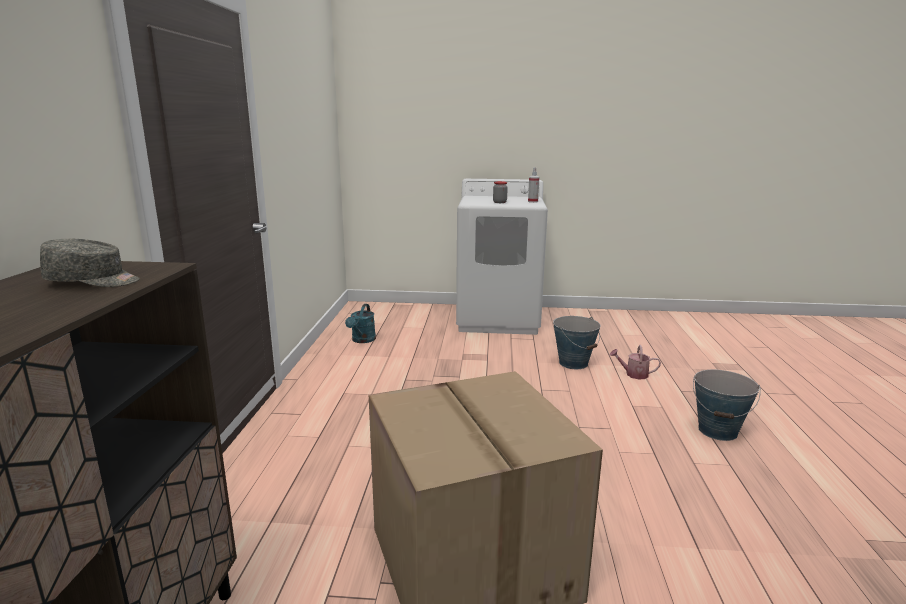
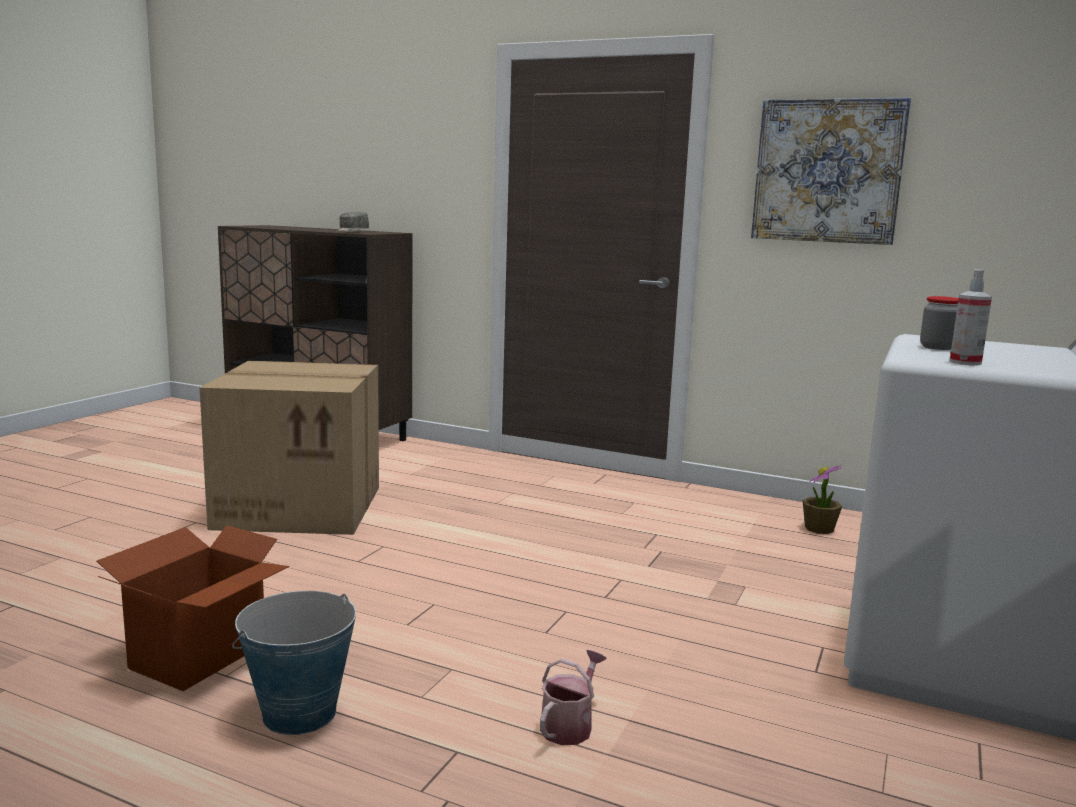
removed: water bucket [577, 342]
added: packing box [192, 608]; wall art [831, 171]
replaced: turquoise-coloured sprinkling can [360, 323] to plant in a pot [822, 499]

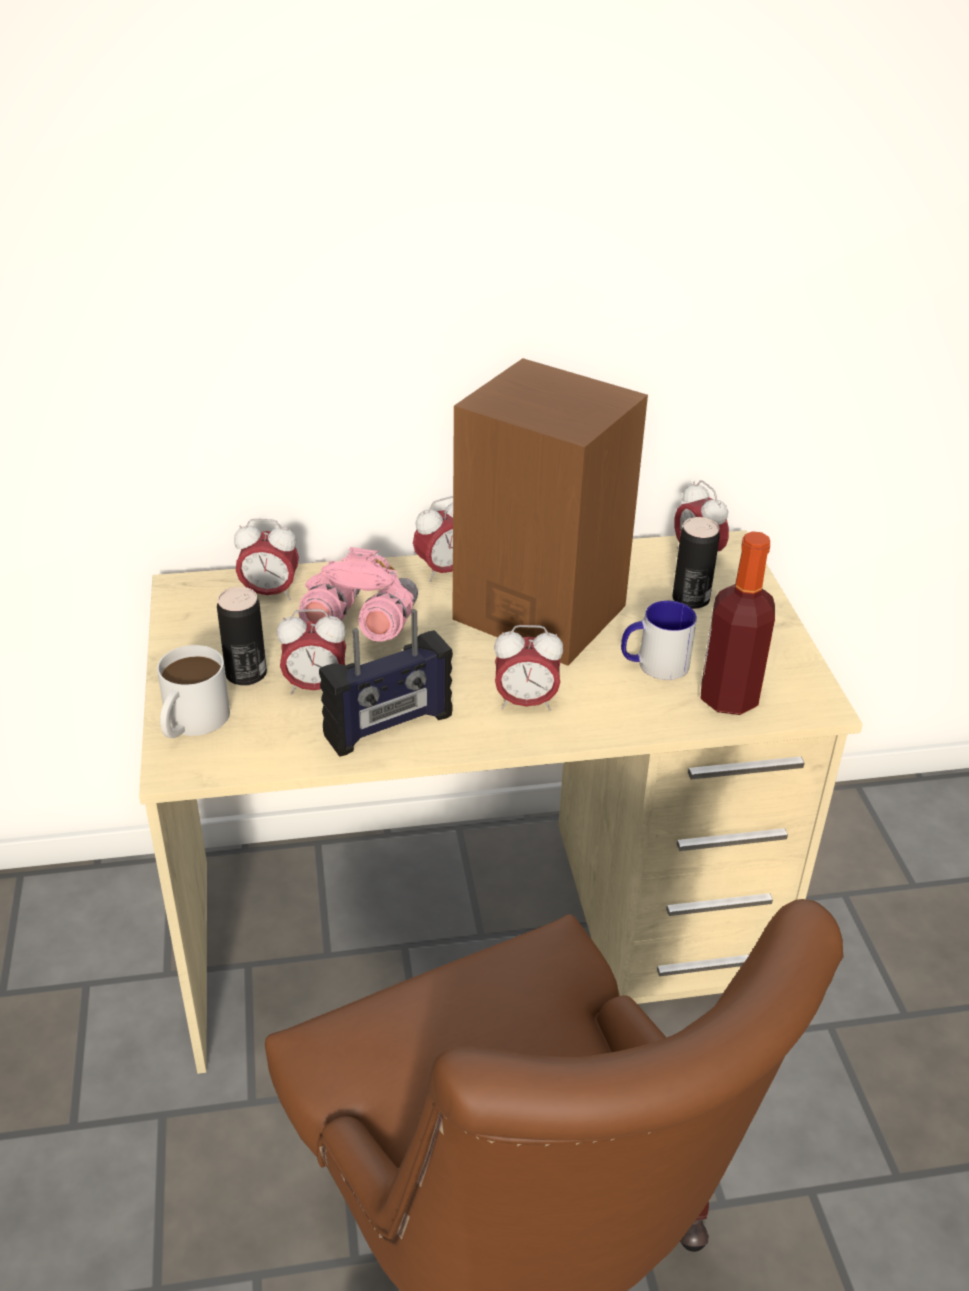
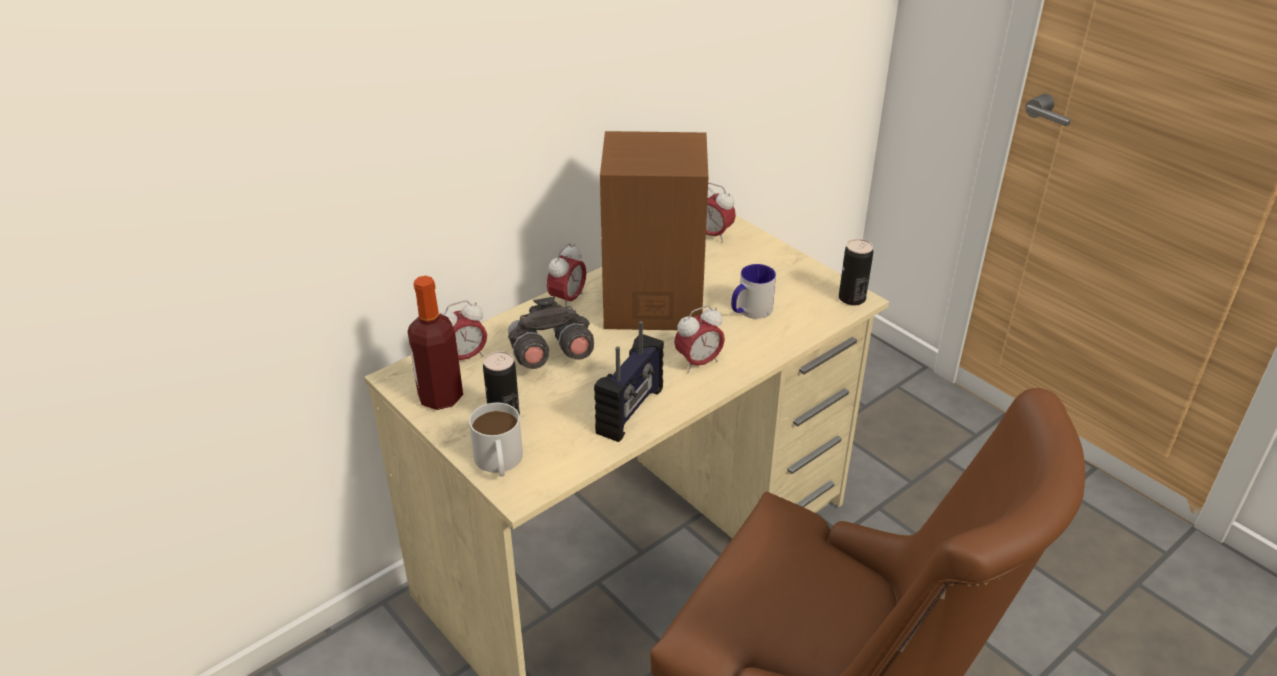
removed: table clock [311, 652]
moved: can [696, 563] to [856, 272]; beverage bottle [738, 623] to [435, 343]
recoloured: pink pair of binoculars [358, 594] to gray pair of binoculars [551, 332]

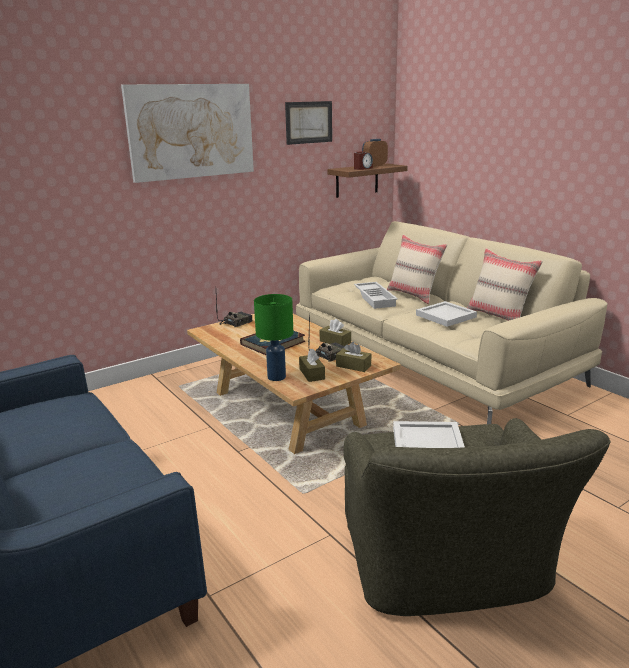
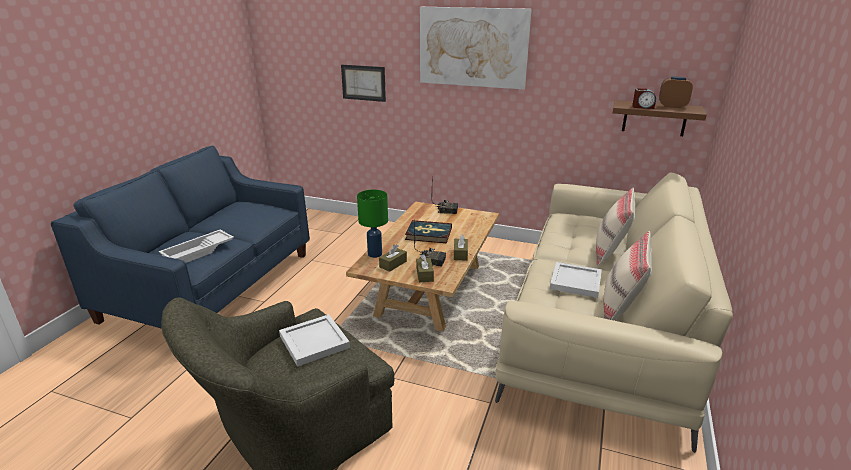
moved: wall art [308, 123] to [363, 83]; white tray [376, 295] to [196, 246]

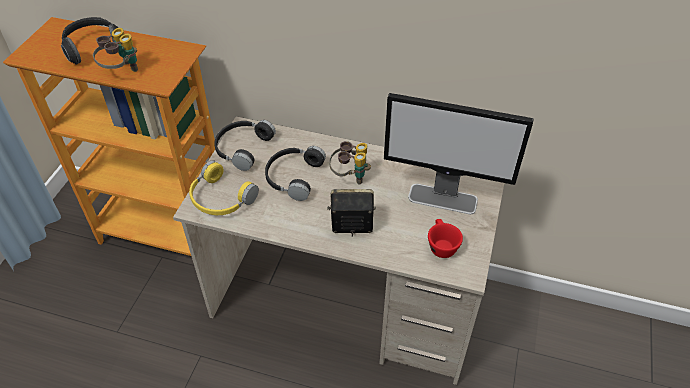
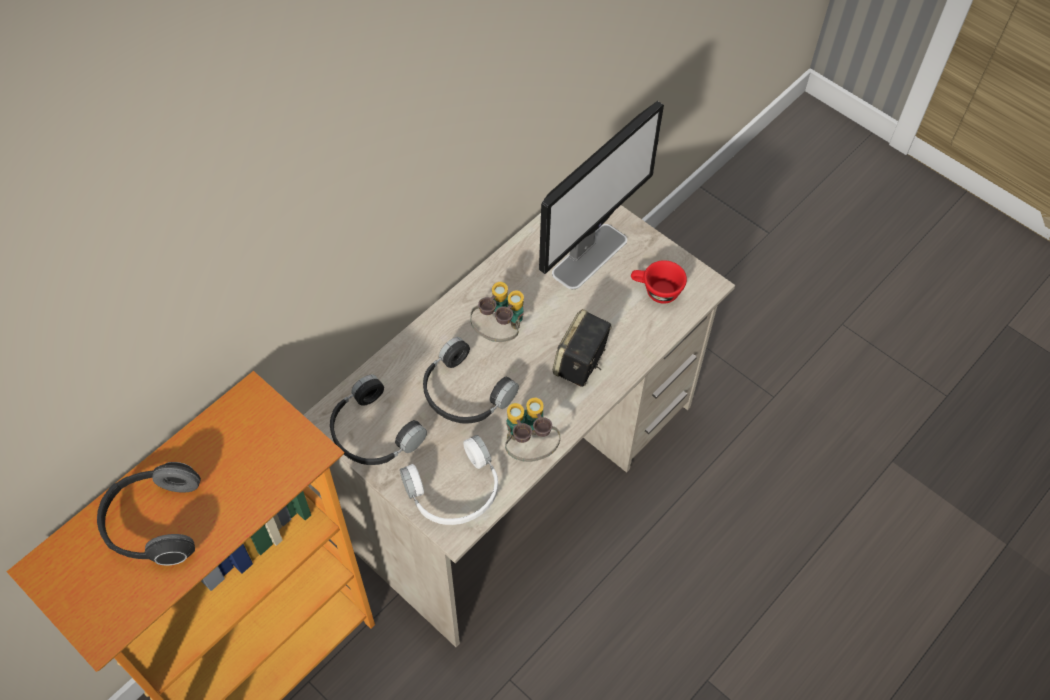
moved: pair of binoculars [115, 50] to [533, 429]
recoloured: yellowish headphones [224, 187] to white headphones [449, 480]

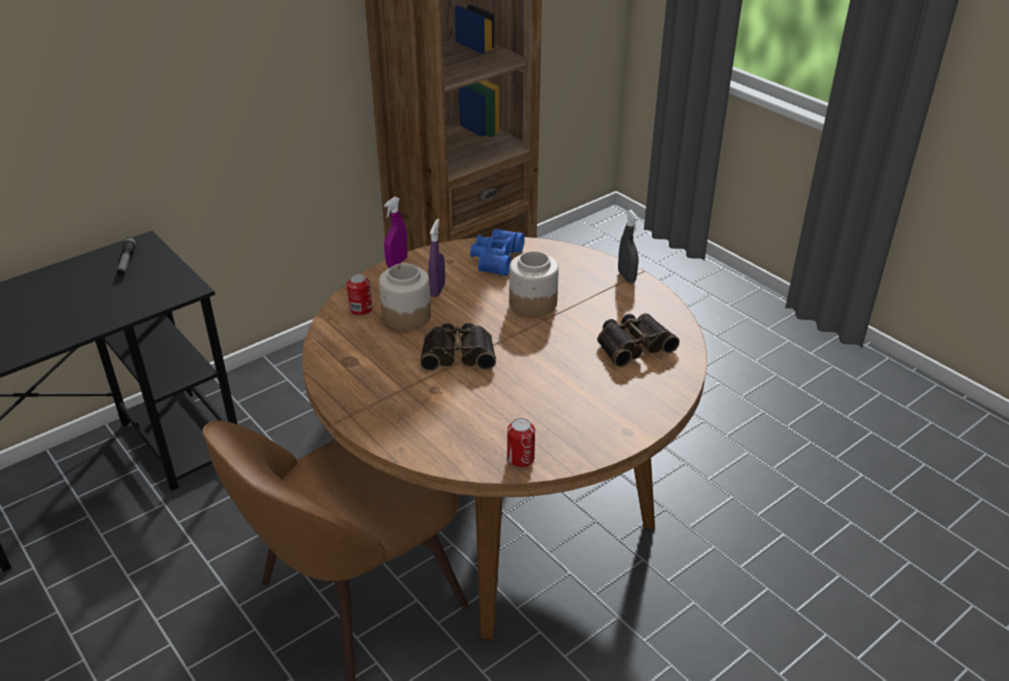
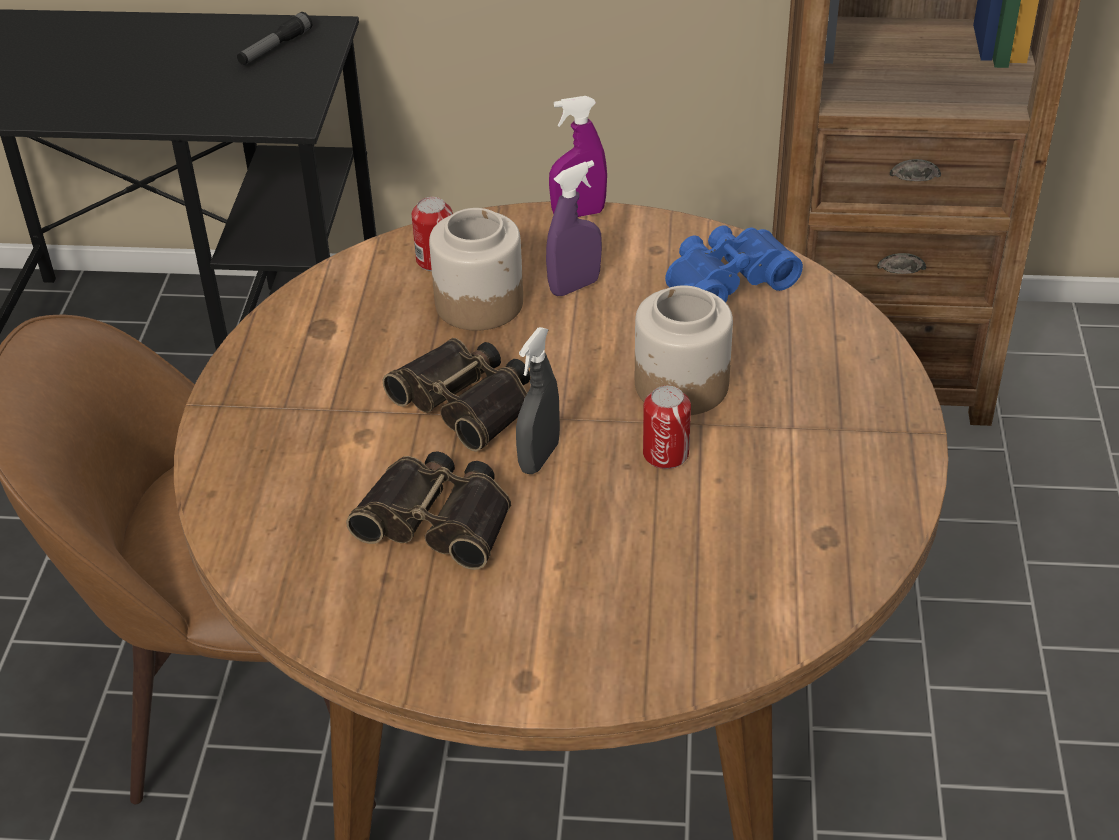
moved: can [521, 442] to [667, 427]; pair of binoculars [638, 340] to [428, 510]; gray spray bottle [628, 246] to [538, 400]

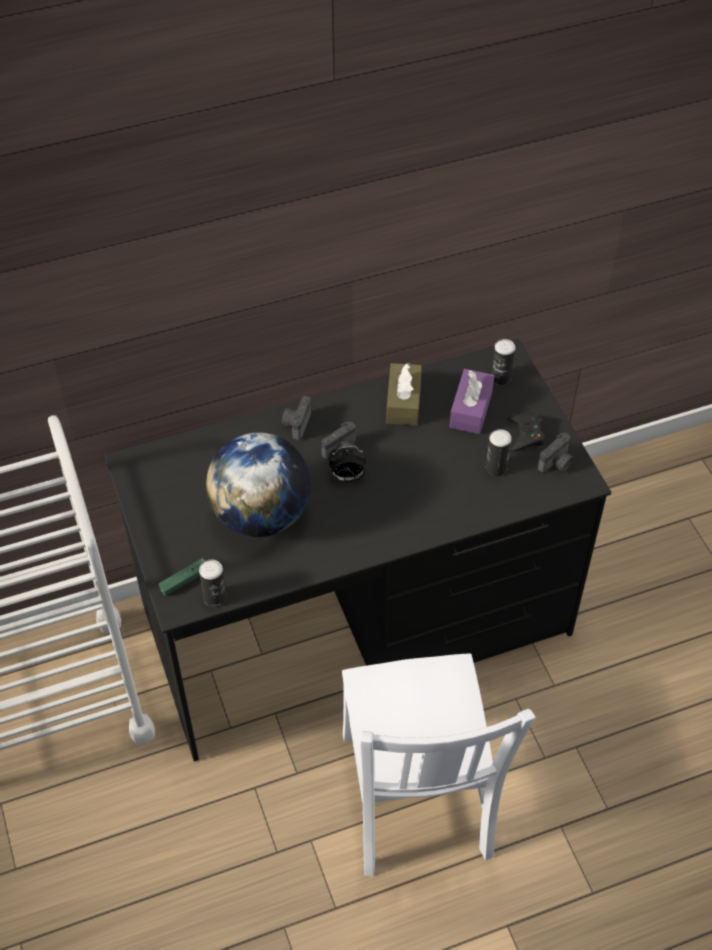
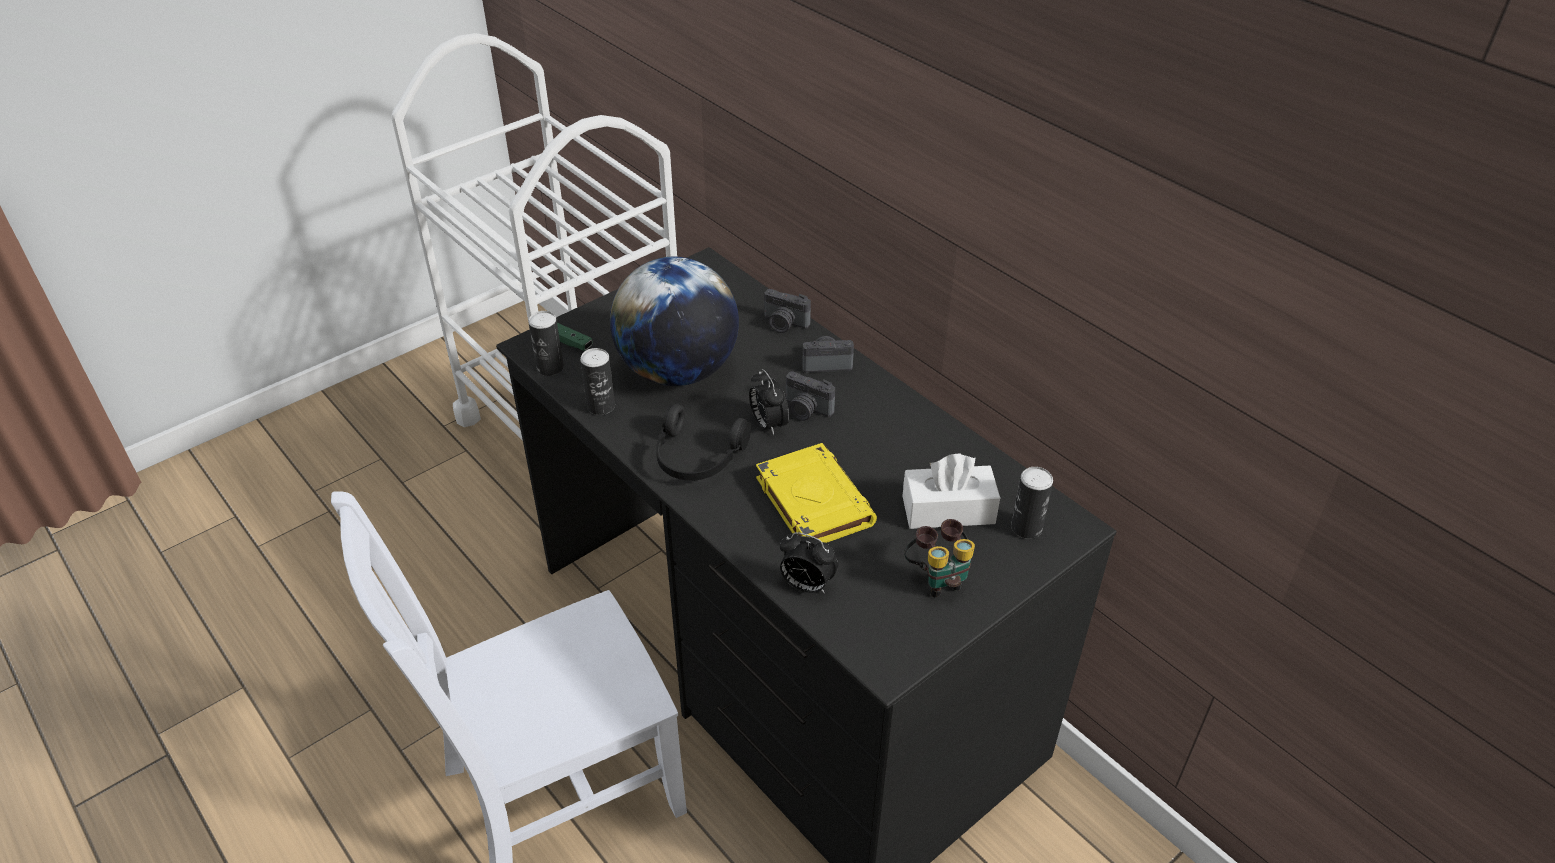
removed: brown tissue holder [404, 394]
added: black-coloured headphones [703, 442]; yellowish bound book [816, 493]; table clock [809, 563]
moved: can [499, 452] to [597, 381]; still camera [556, 453] to [787, 311]
replaced: black-coloured game controller [526, 432] to pair of binoculars [939, 558]
recoloured: purple tissue holder [472, 401] to white tissue holder [951, 491]

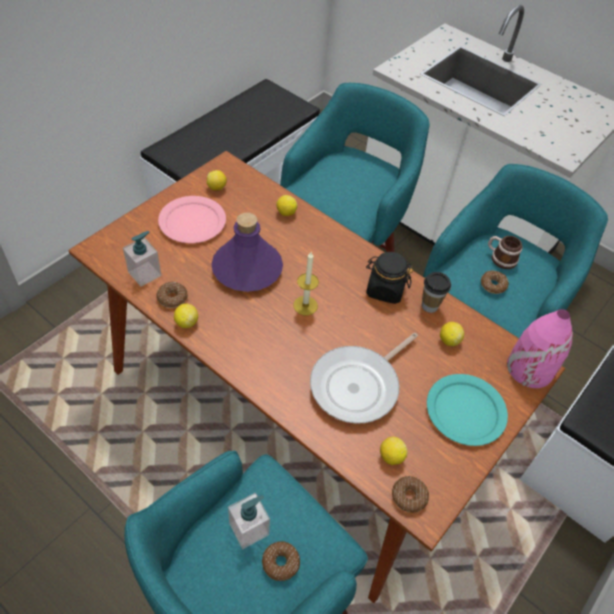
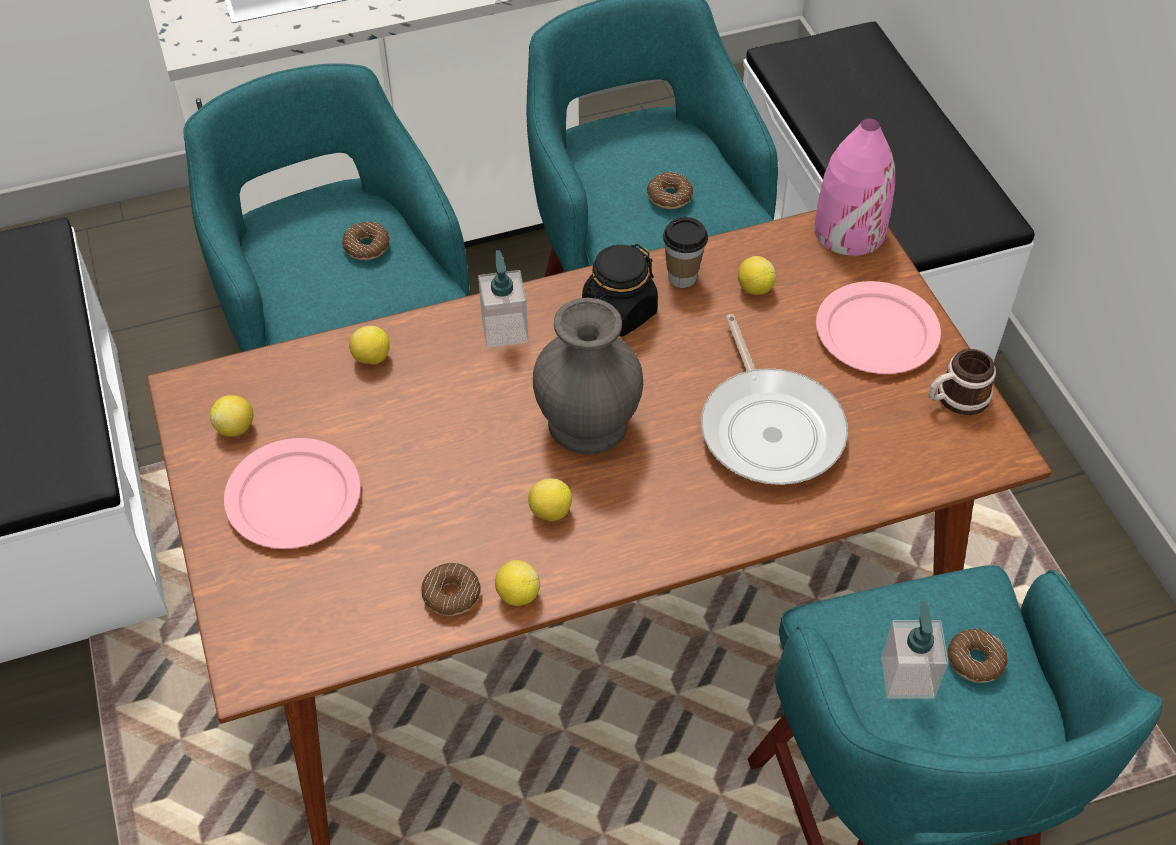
removed: purple beverage bottle [247, 252]
moved: soap dispenser [142, 259] to [503, 299]; lemon [394, 451] to [550, 499]; donut [410, 494] to [366, 241]; coffee mug [505, 252] to [962, 382]
replaced: wax light [306, 283] to gray decorative vase [588, 376]
recoloured: turquoise-coloured plate [467, 410] to pink plate [878, 327]

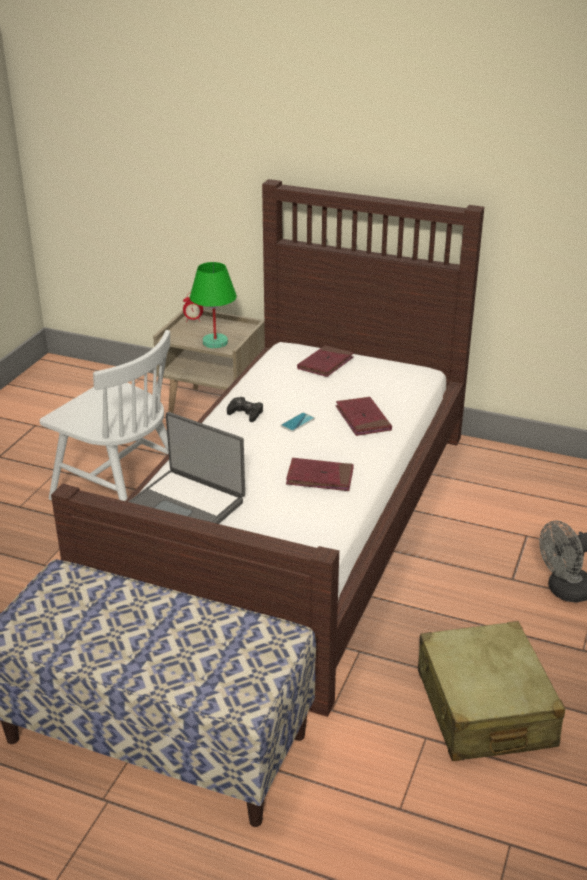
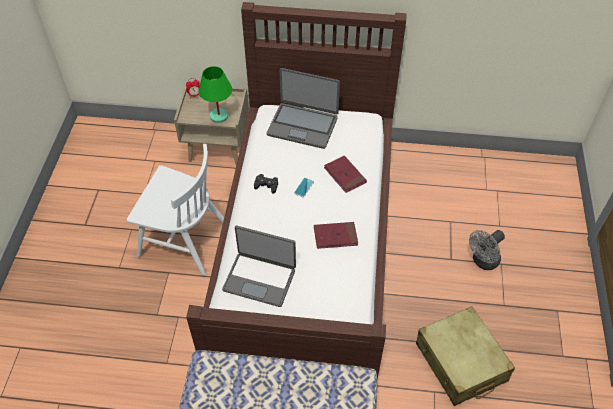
replaced: red bound book [325, 361] to notebook computer [303, 108]

